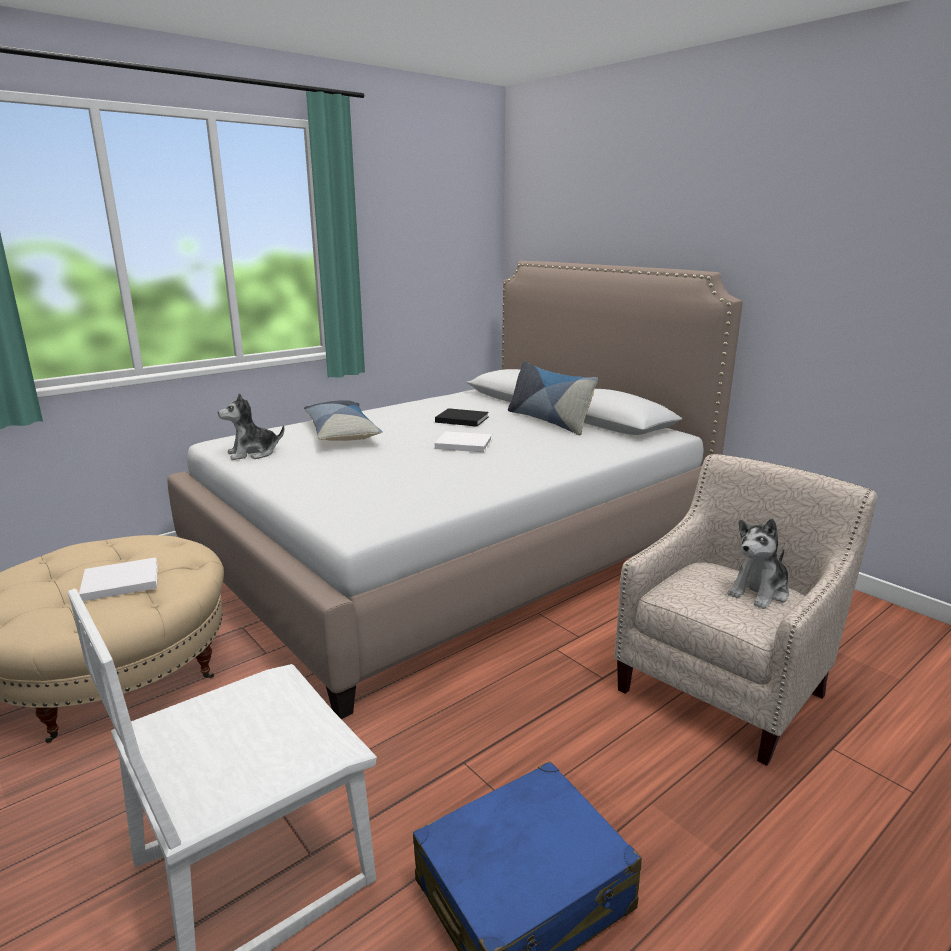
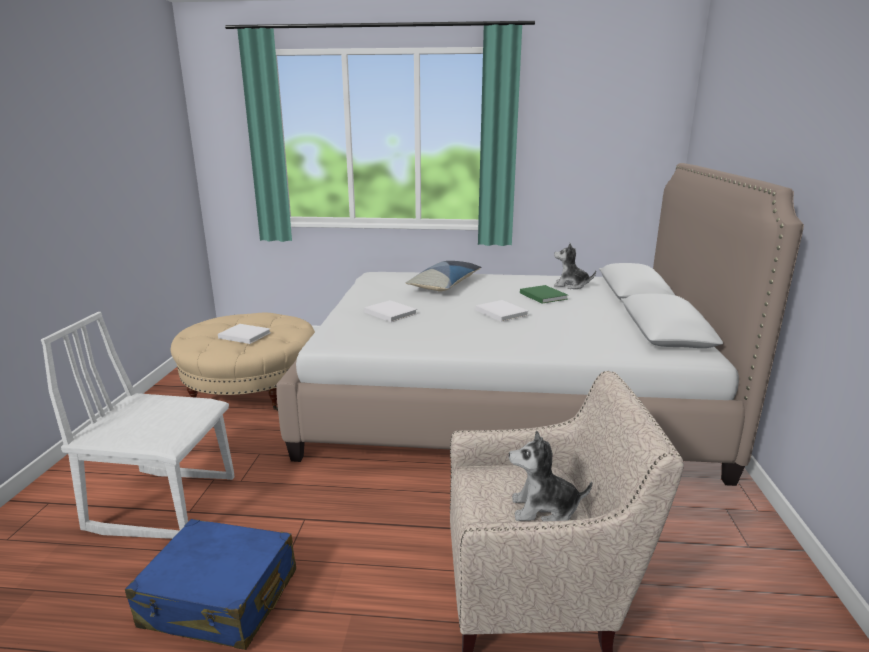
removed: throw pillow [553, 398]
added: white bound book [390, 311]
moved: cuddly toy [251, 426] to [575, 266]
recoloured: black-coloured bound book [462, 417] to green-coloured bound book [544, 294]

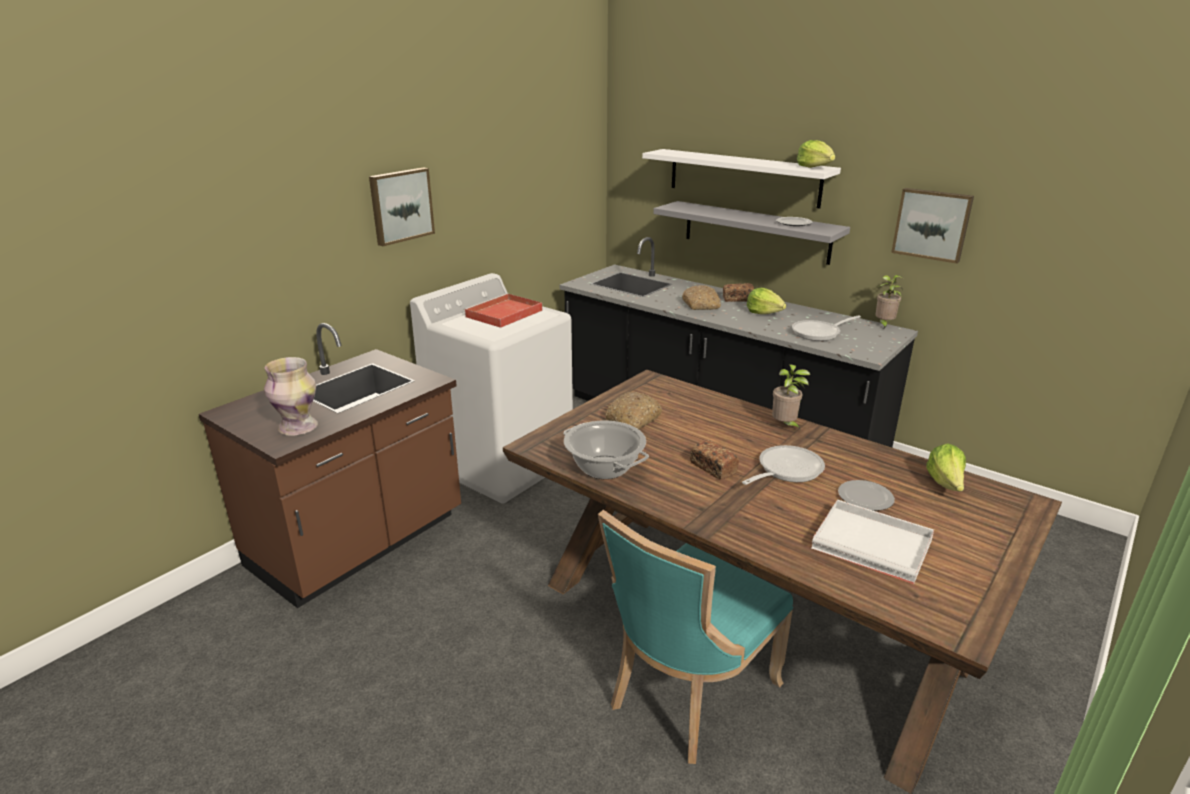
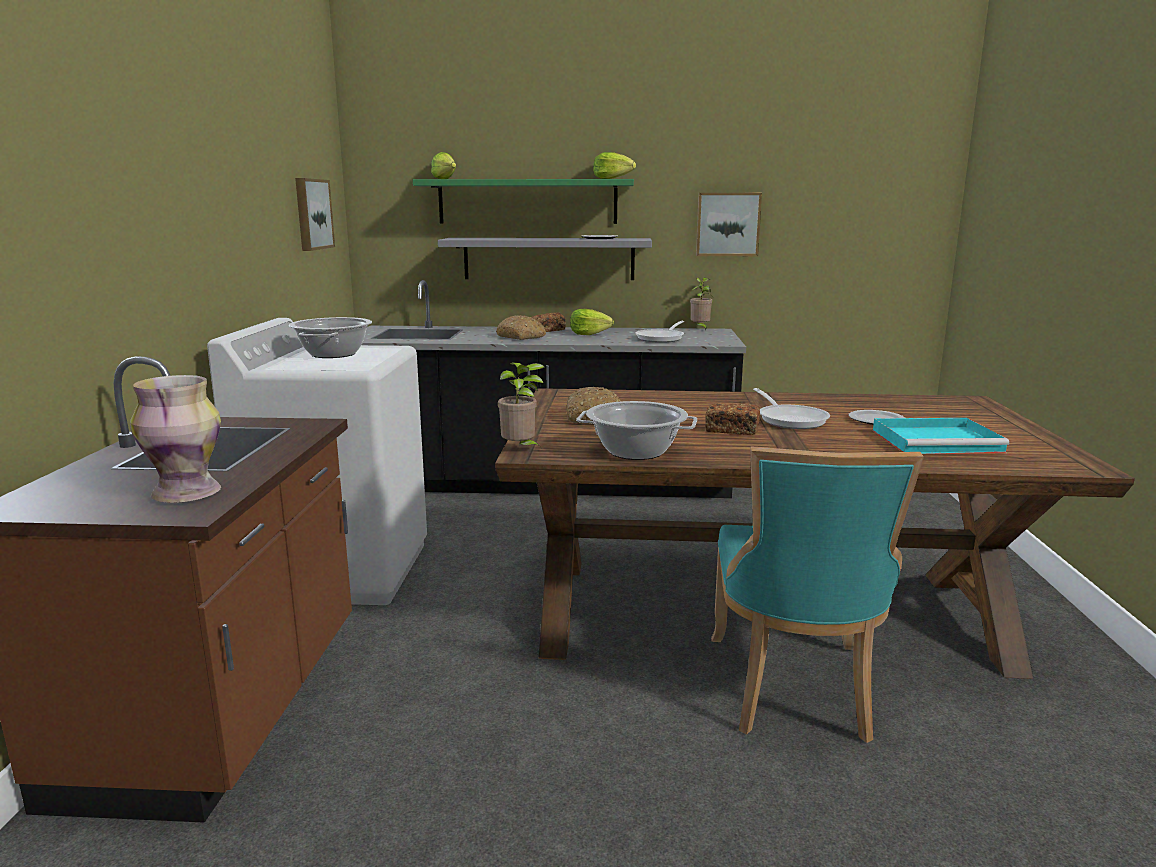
moved: wall art [402, 206] to [315, 214]; plant in a pot [791, 396] to [521, 406]; lettuce [946, 467] to [443, 165]
replaced: red tray [503, 310] to cooking pot [330, 337]
recoloured: white shelf [741, 179] to green-coloured shelf [523, 201]; white tray [872, 541] to turquoise-coloured tray [941, 436]
turned: frying pan [783, 465] = [791, 408] 150 degrees clockwise

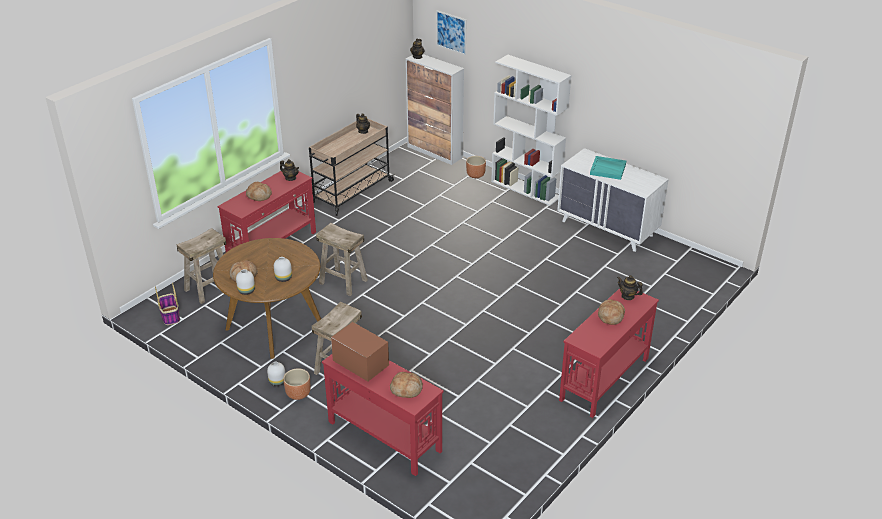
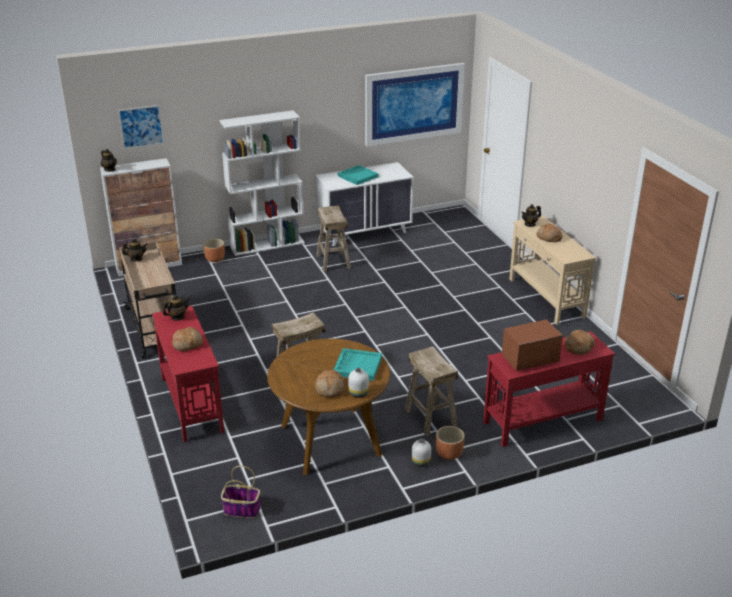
added: wall art [415, 105]
moved: beige-coloured stool seat [201, 266] to [333, 238]
replaced: white decorative vase [283, 269] to turquoise-coloured tray [358, 364]
recoloured: red console table [609, 353] to beige-coloured console table [552, 270]

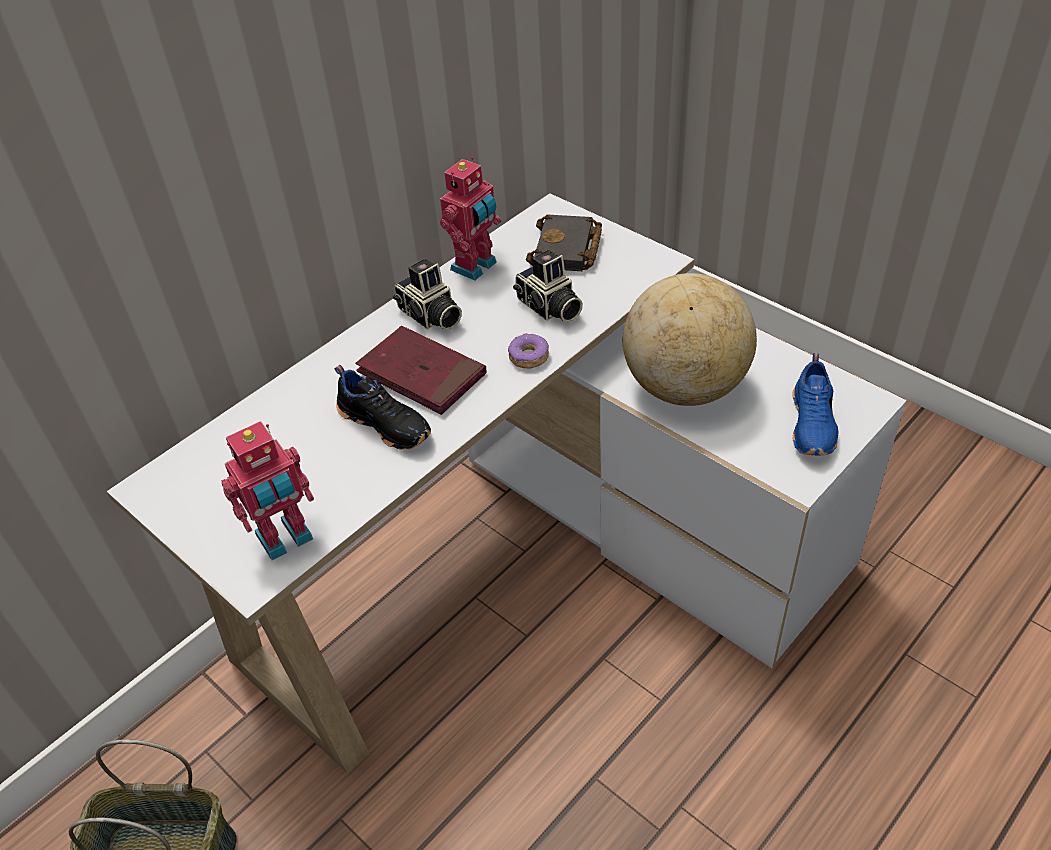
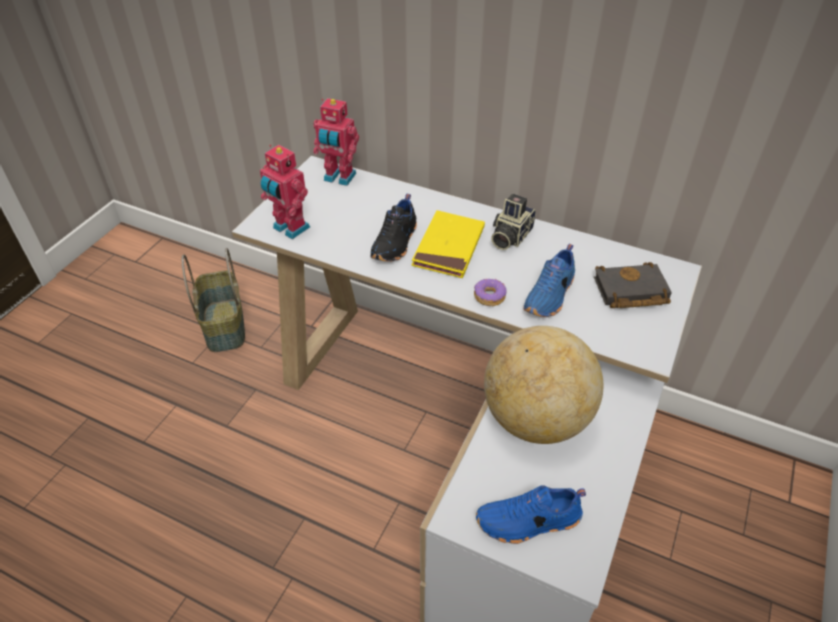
moved: model robot [470, 218] to [336, 142]
replaced: still camera [548, 286] to blue-coloured low shoe [549, 280]
recoloured: red bound book [420, 370] to yellowish bound book [448, 244]

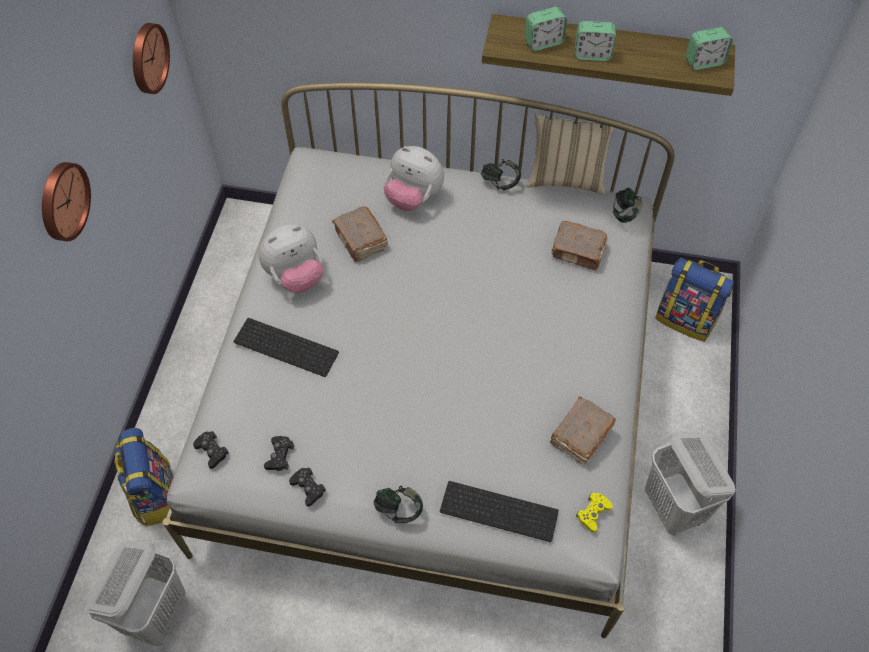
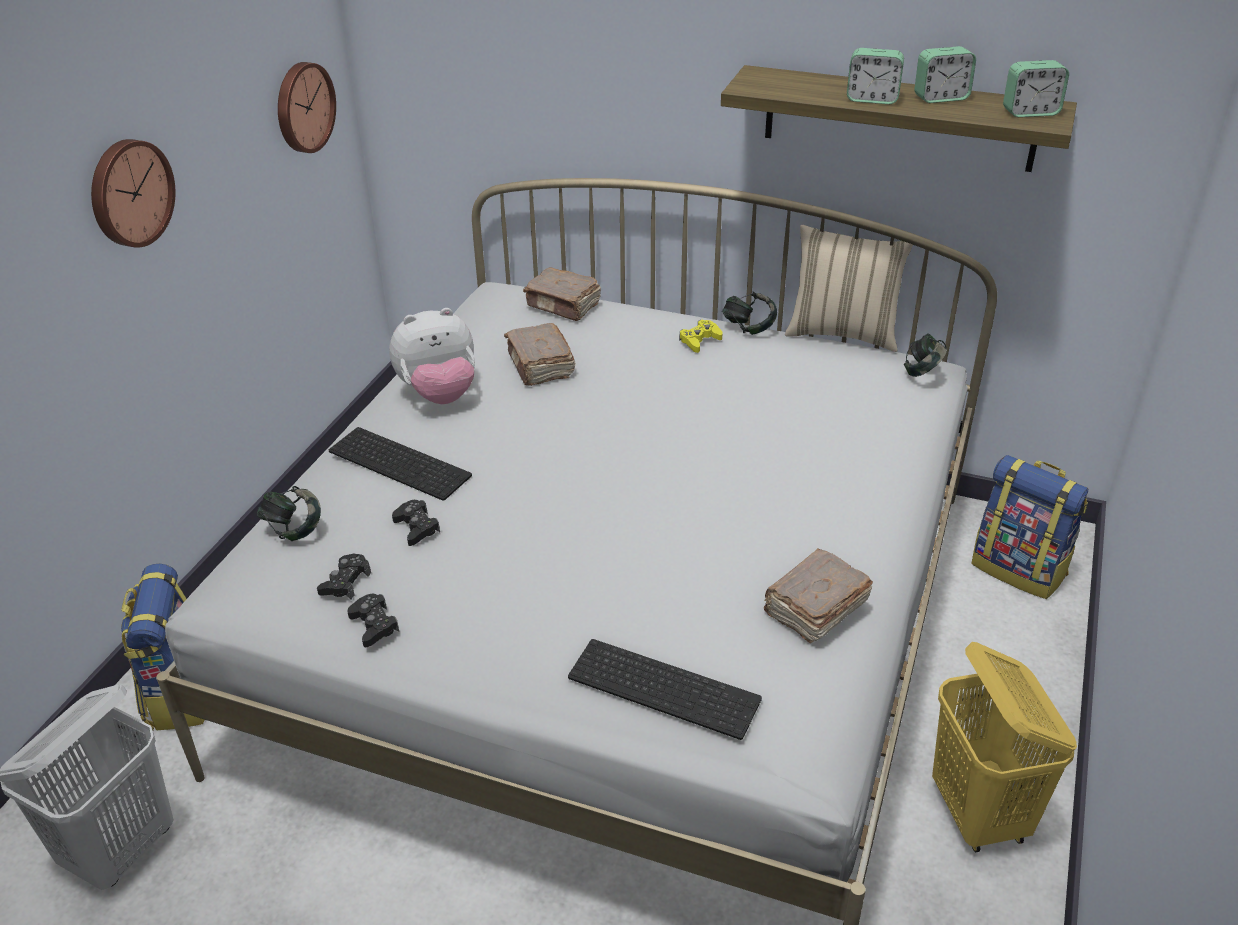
removed: cuddly toy [414, 178]
moved: black-coloured game controller [211, 450] to [416, 523]; headphones [398, 504] to [289, 513]; table clock [546, 29] to [945, 74]; brown bound book [579, 246] to [562, 294]; yellowish game controller [594, 512] to [701, 336]
recoloured: white washing basket [690, 483] to yellowish washing basket [1004, 747]

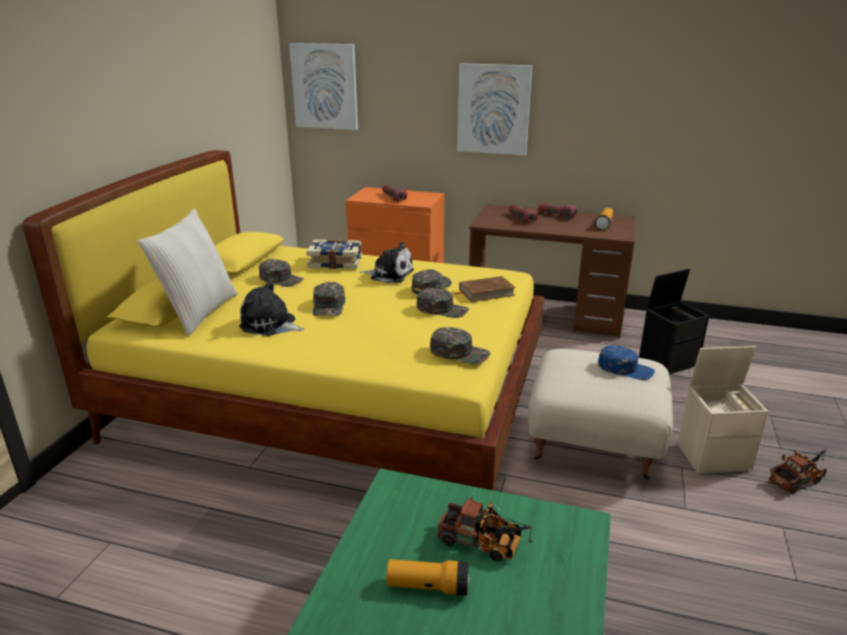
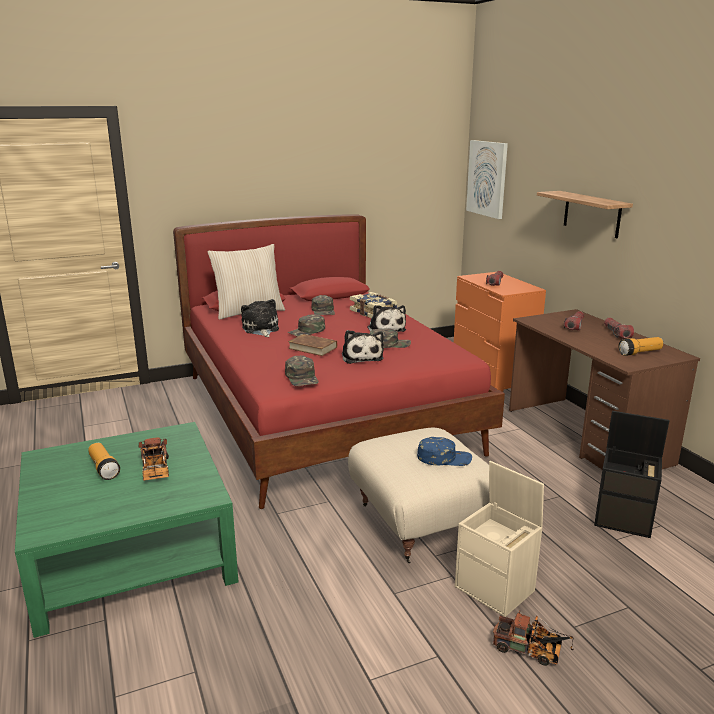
moved: brown bound book [485, 289] to [312, 345]
replaced: green-coloured cap [443, 303] to cuddly toy [363, 347]; wall art [494, 109] to shelf [585, 214]
recoloured: yellowish bed [283, 320] to red bed [339, 361]
turned: blue-coloured cap [626, 363] = [444, 451] 75 degrees counterclockwise

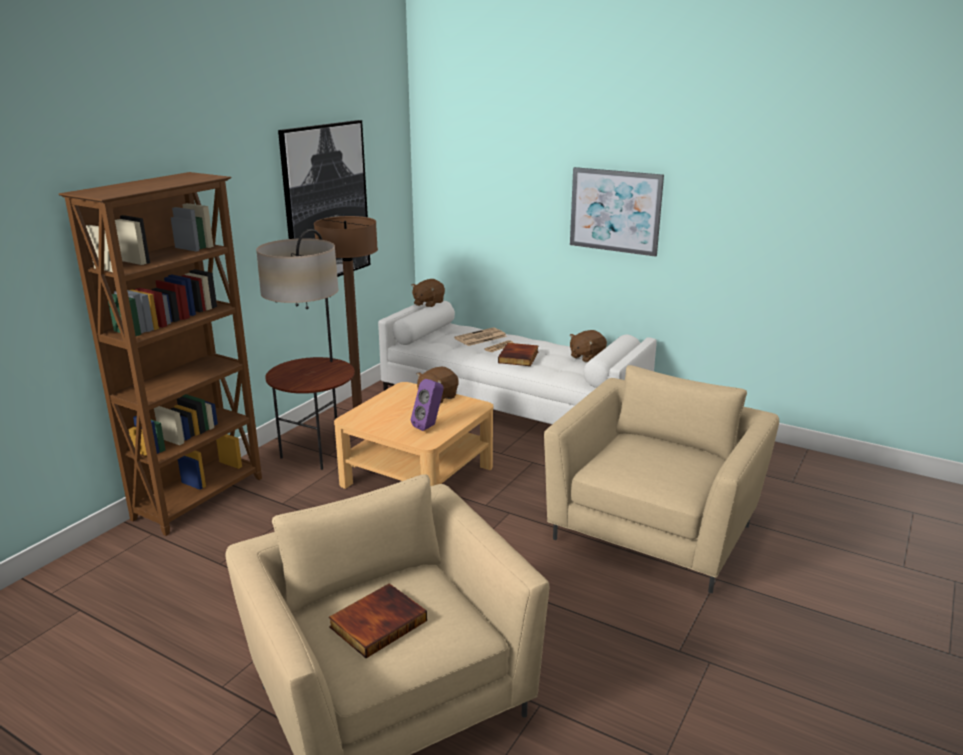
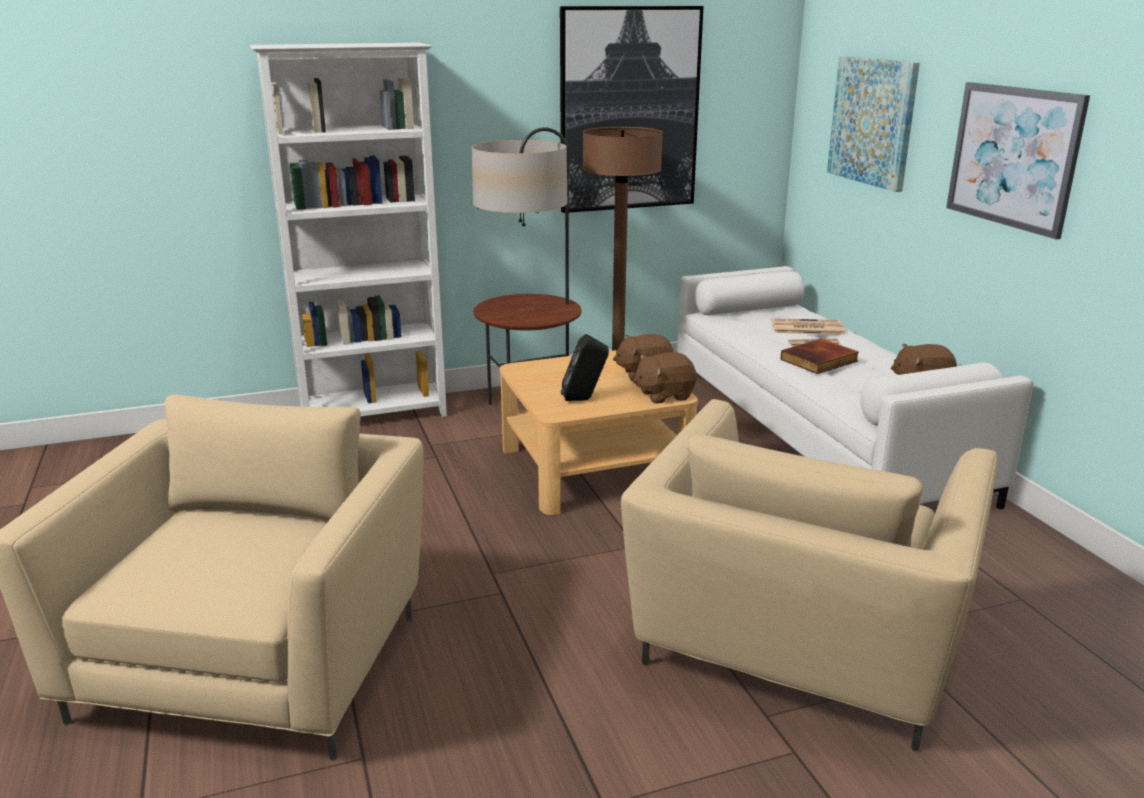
removed: bound book [377, 620]
added: wall art [873, 124]
moved: brown cuddly toy [428, 293] to [665, 378]
recoloured: brown shelving unit [160, 354] to white shelving unit [348, 230]; purple speaker [427, 405] to black-coloured speaker [585, 367]
turned: beige-coloured armchair [661, 479] = [809, 575] 135 degrees clockwise

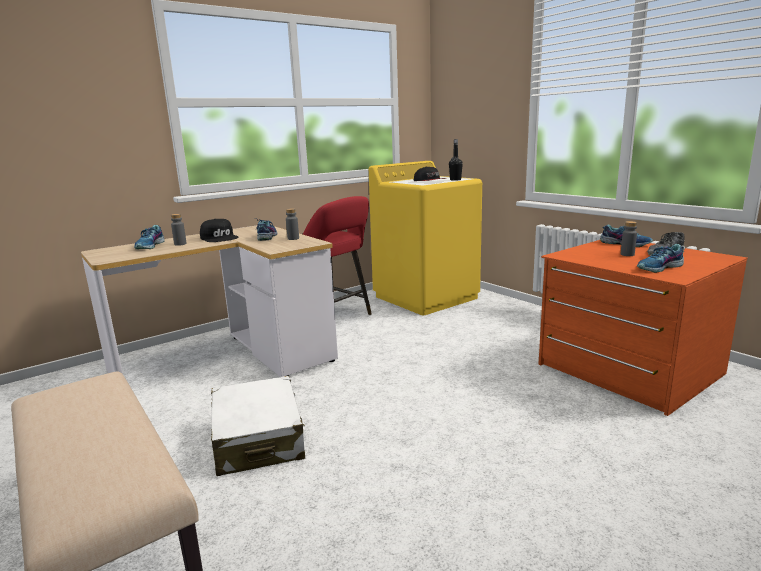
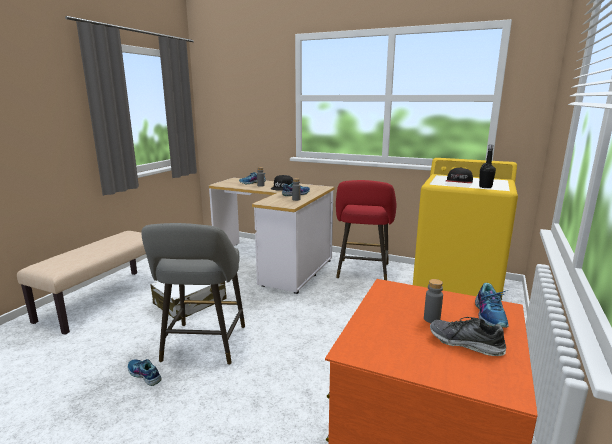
added: gray stool seat [193, 294]
moved: low shoe [660, 258] to [145, 372]

